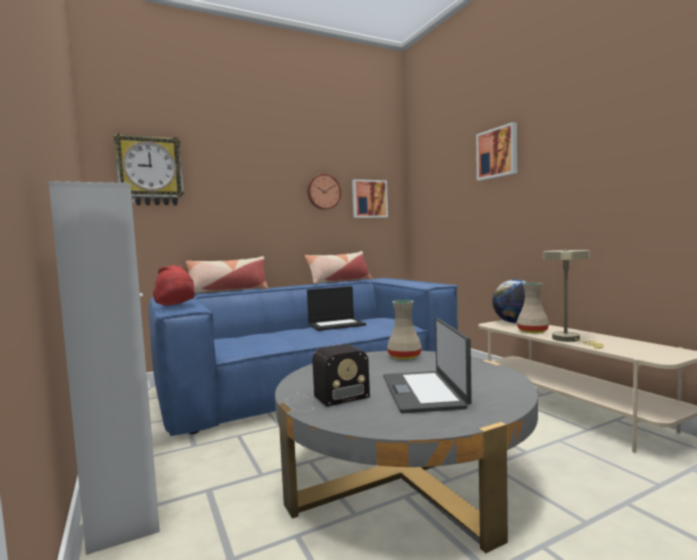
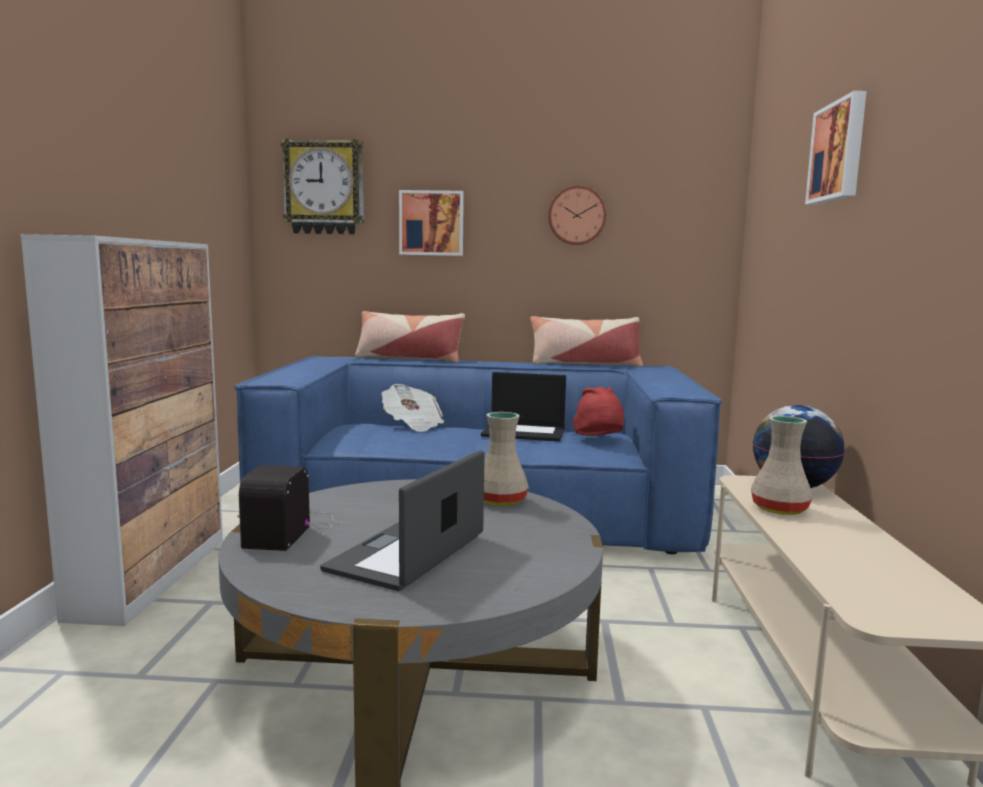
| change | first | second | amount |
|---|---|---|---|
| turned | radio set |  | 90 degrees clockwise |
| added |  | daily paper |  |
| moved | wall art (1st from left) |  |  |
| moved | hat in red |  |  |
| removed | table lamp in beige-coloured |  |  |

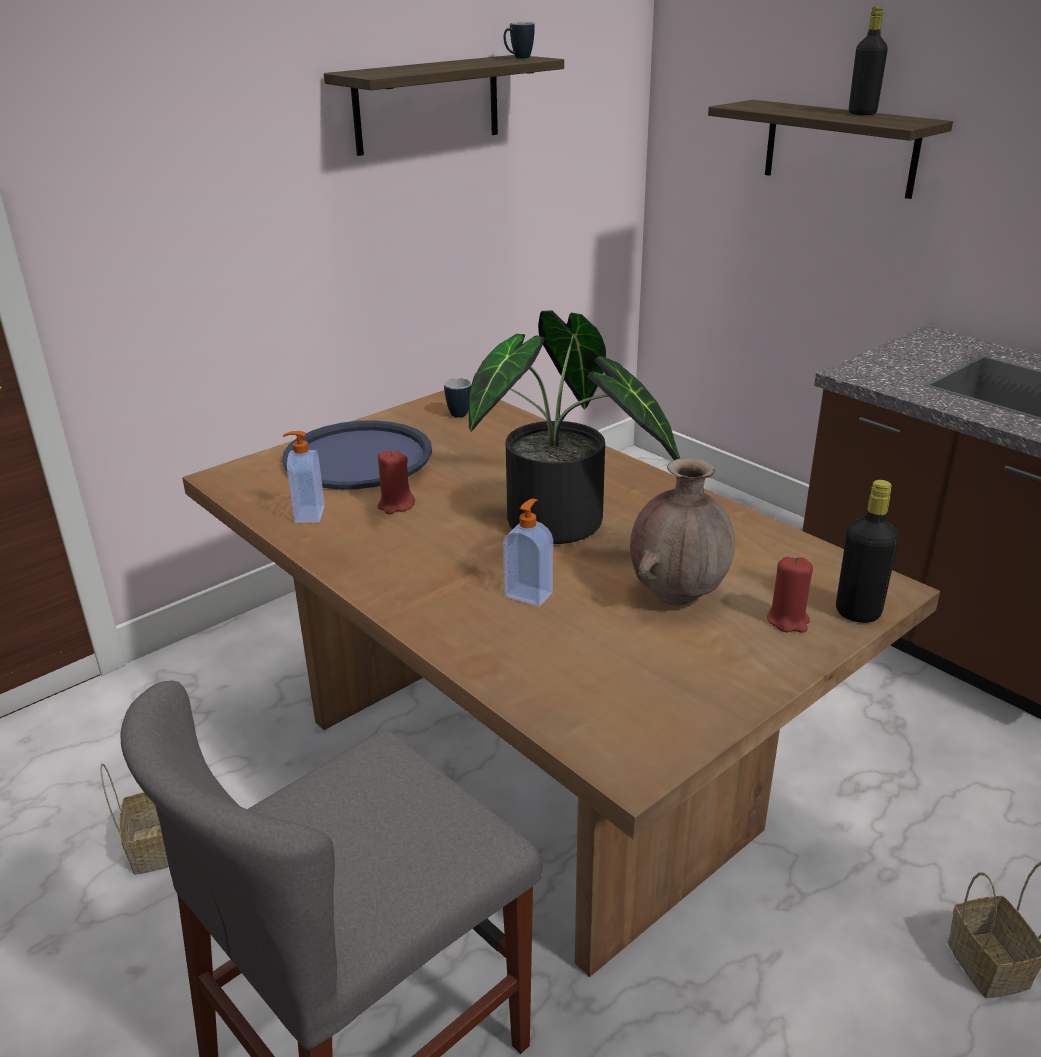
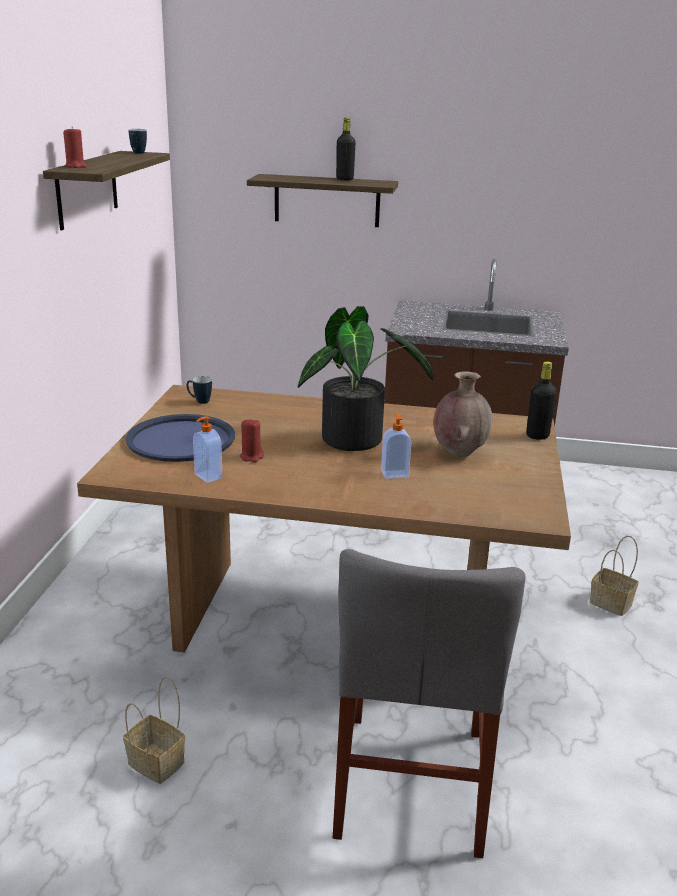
| change | first | second | amount |
|---|---|---|---|
| moved | candle in red (2nd from left in the first image) | candle in red (1st from left) |  |

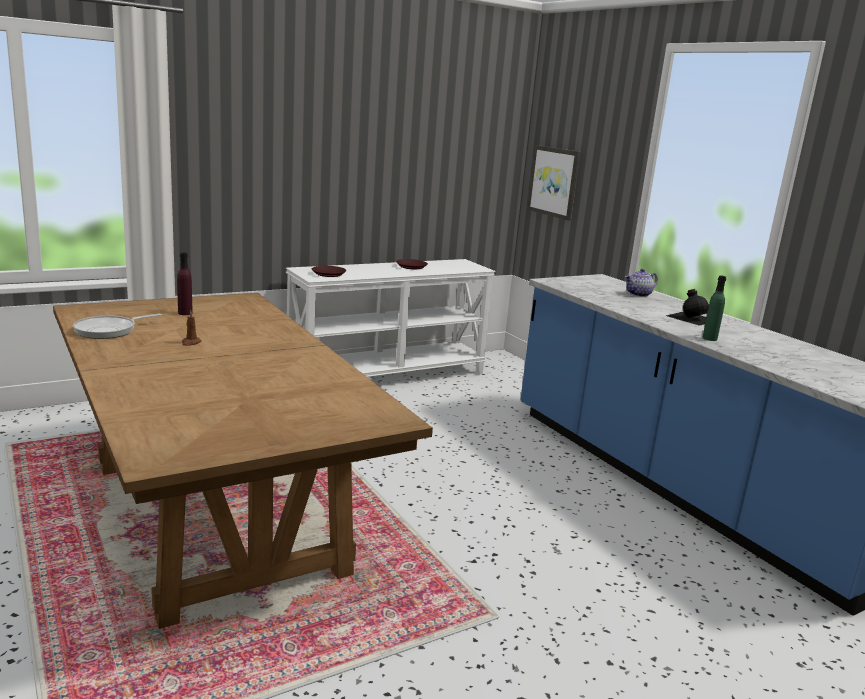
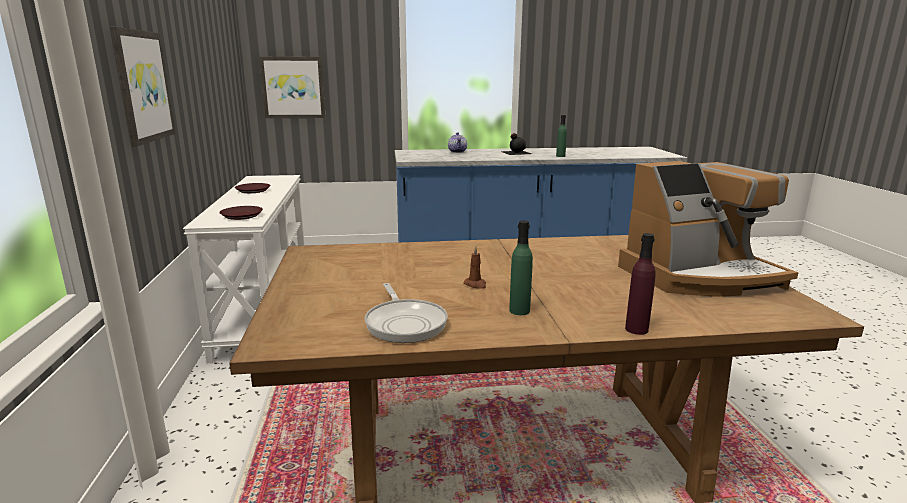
| change | first | second | amount |
|---|---|---|---|
| added |  | wall art (1st from left) |  |
| added |  | beverage bottle in greenish (1st from left) |  |
| added |  | coffee maker |  |
| moved | beverage bottle in purplish |  |  |

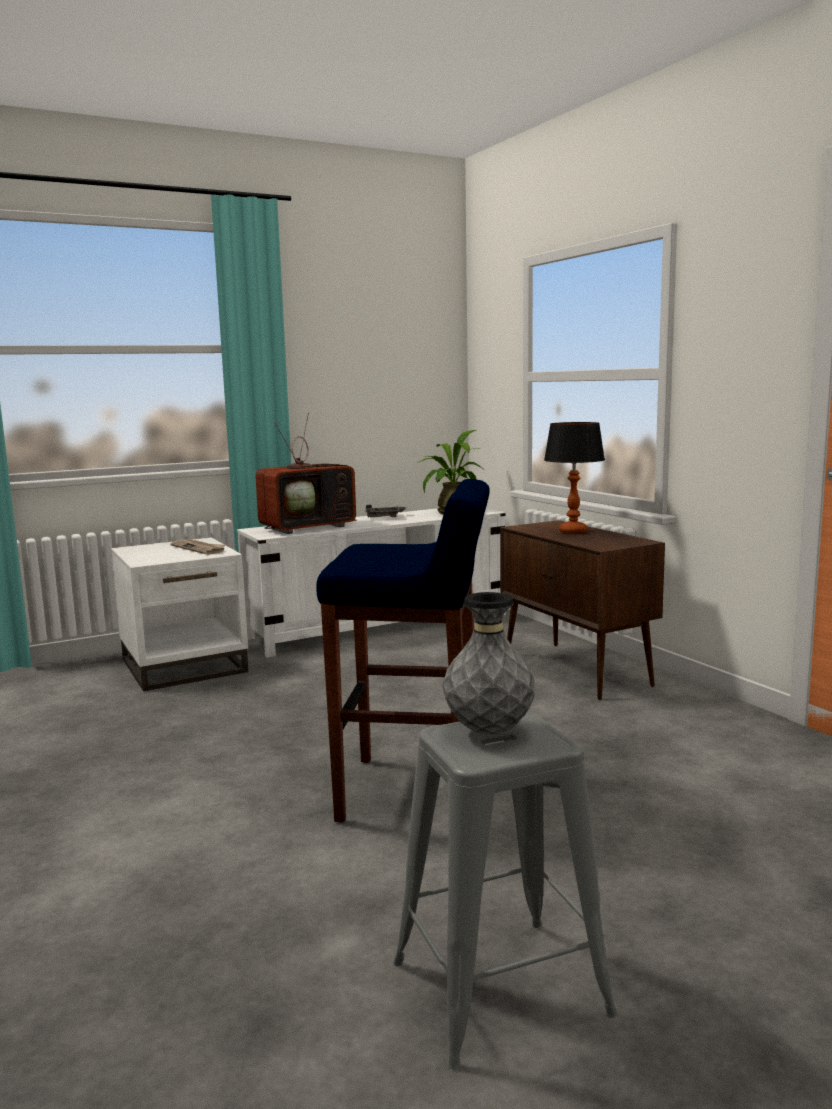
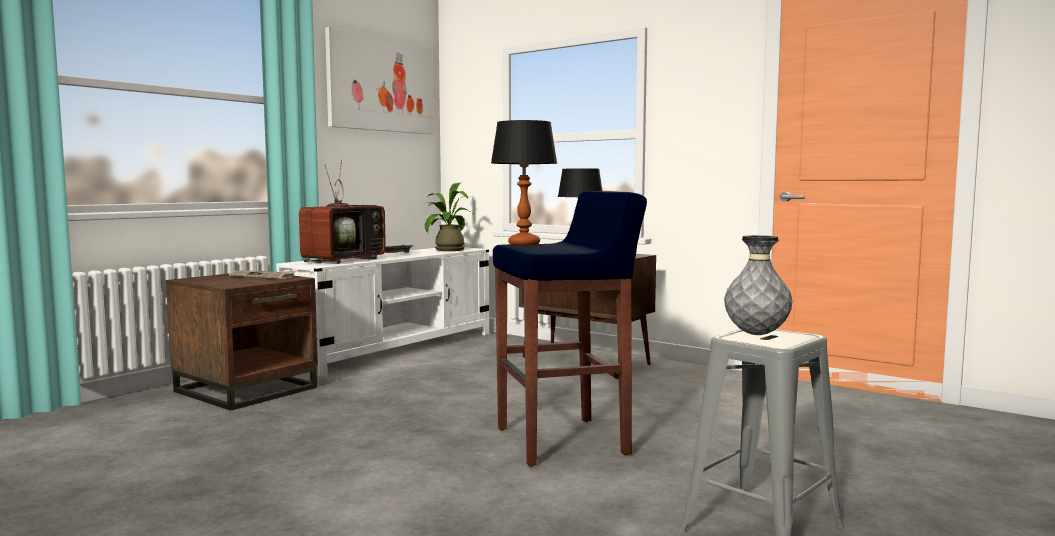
| change | first | second | amount |
|---|---|---|---|
| recoloured | side table in white | side table in brown |  |
| added |  | wall art |  |
| added |  | table lamp (1st from left) |  |

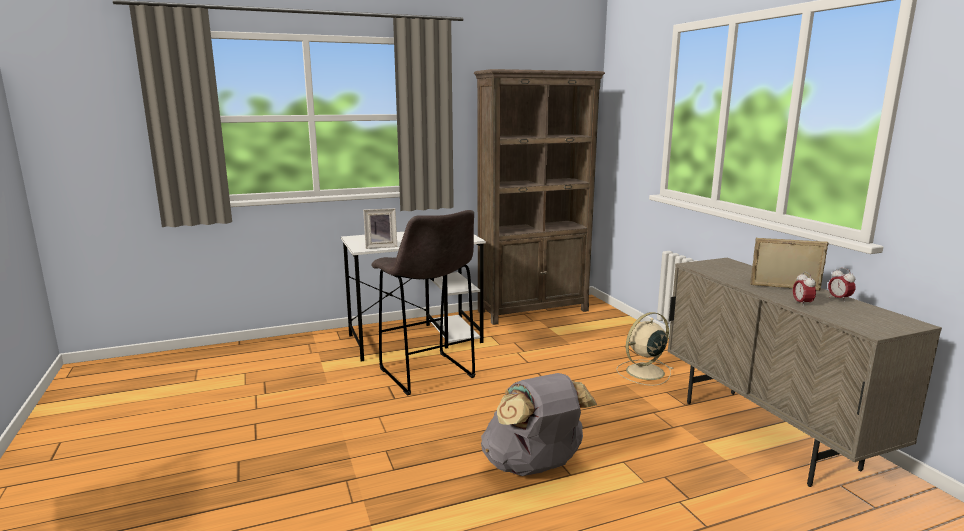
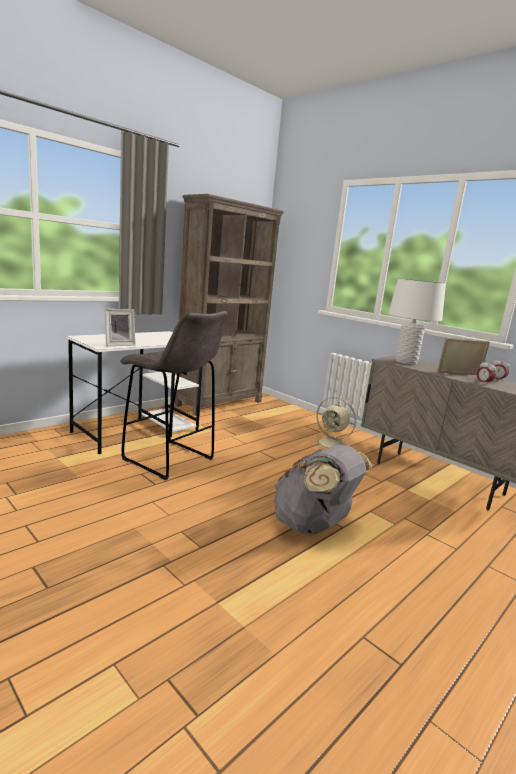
| change | first | second | amount |
|---|---|---|---|
| turned | fan in beige-coloured |  | 90 degrees counterclockwise |
| added |  | table lamp in white |  |

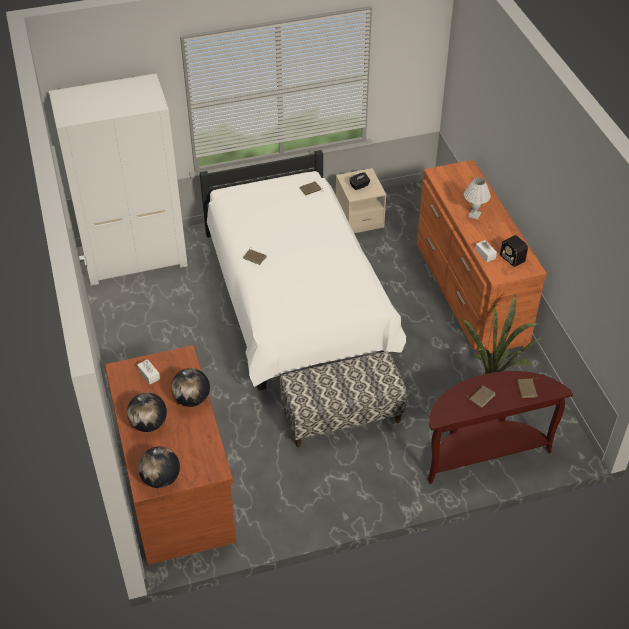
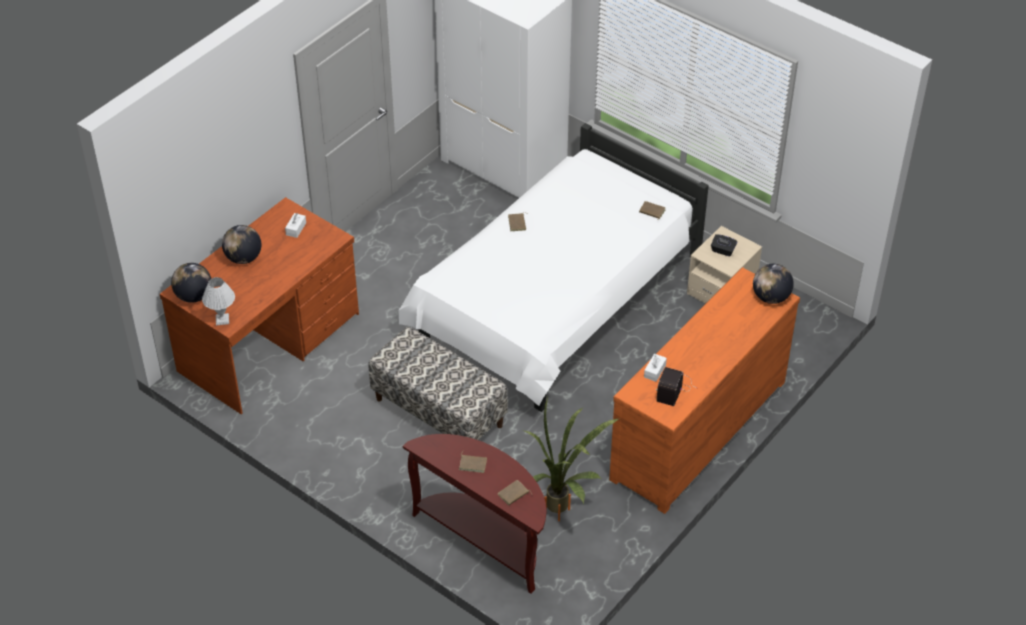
| change | first | second | amount |
|---|---|---|---|
| moved | table lamp in white |  |  |
| moved | globe (3rd from left) |  |  |

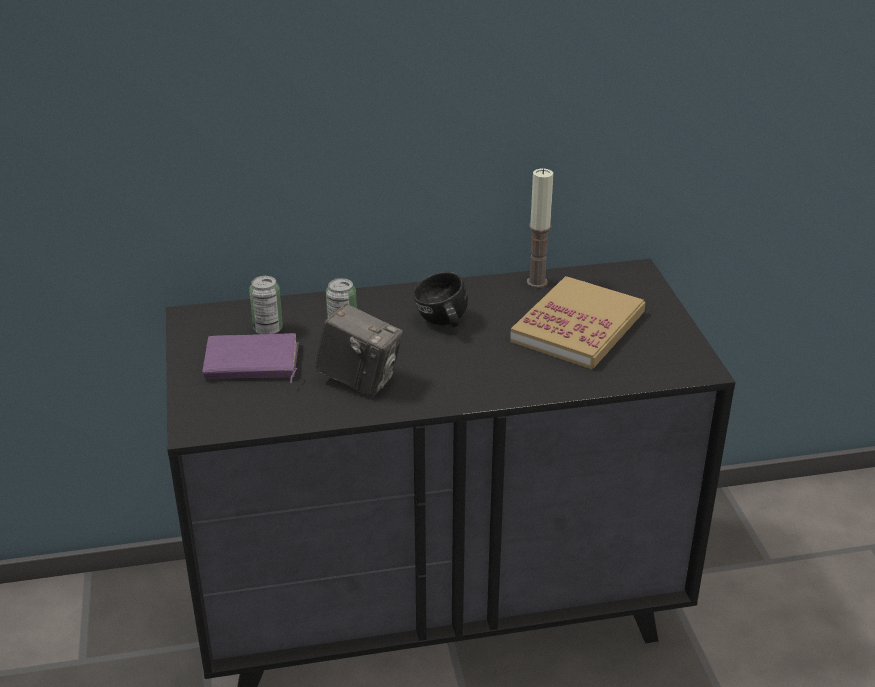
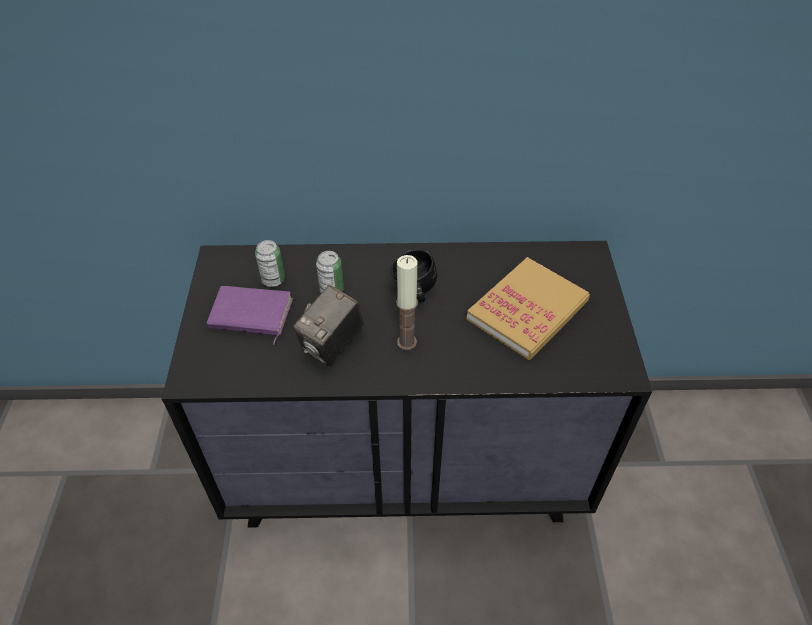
| change | first | second | amount |
|---|---|---|---|
| turned | photo camera |  | 90 degrees clockwise |
| moved | candle |  |  |

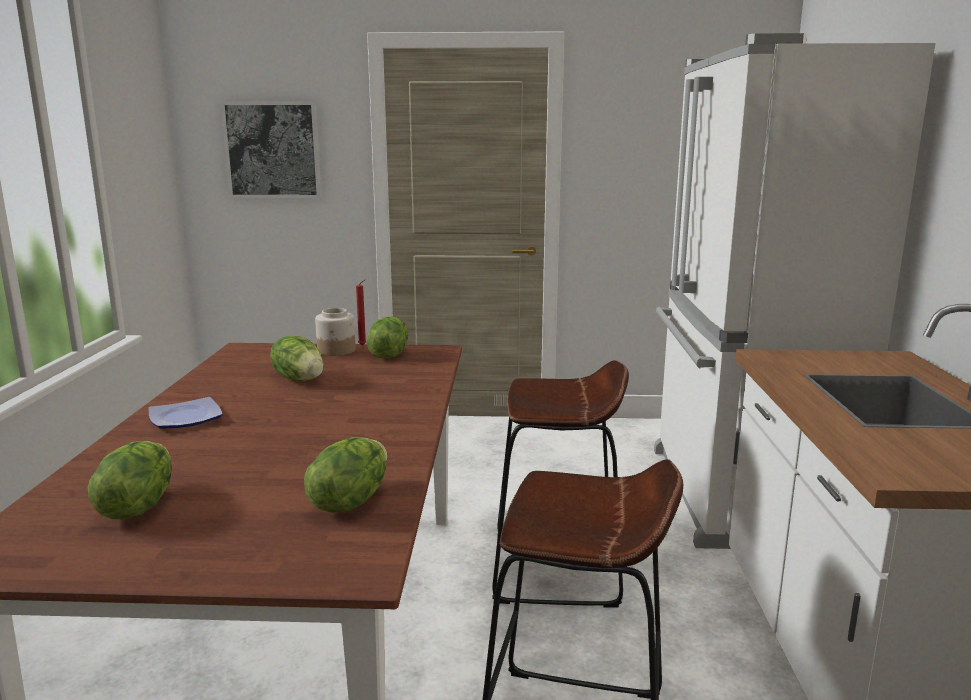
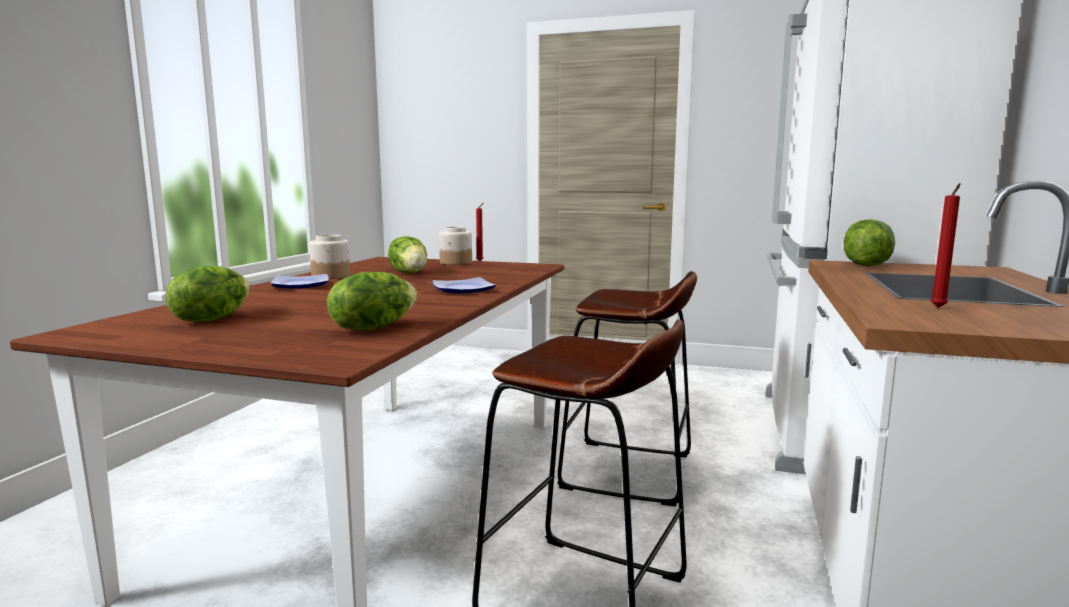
| change | first | second | amount |
|---|---|---|---|
| added |  | preserve jar (1st from left) |  |
| added |  | flat dish (2nd from left) |  |
| moved | lettuce head (4th from left) |  |  |
| added |  | candle in red (2nd from left) |  |
| removed | wall art |  |  |

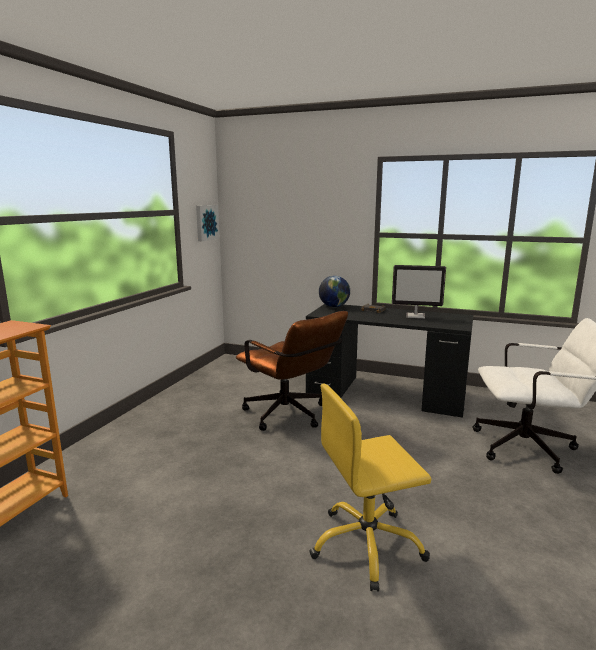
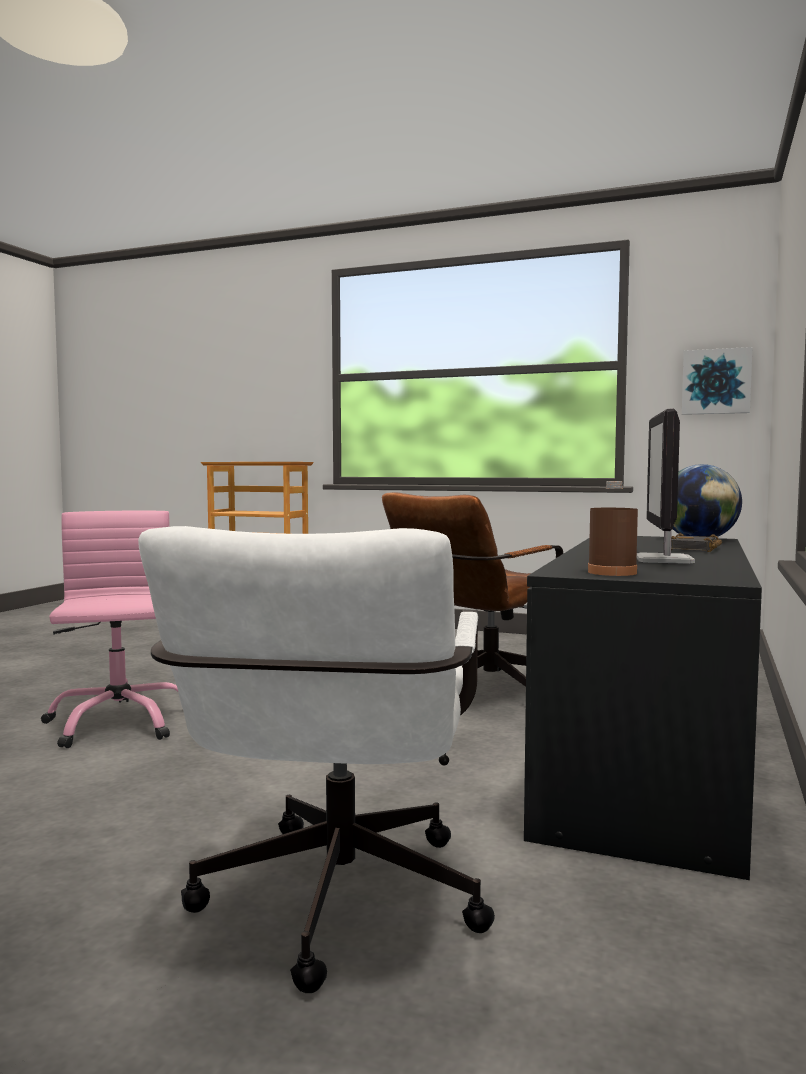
| change | first | second | amount |
|---|---|---|---|
| recoloured | desk chair in yellow | desk chair in pink-coloured |  |
| added |  | beverage bottle in brown |  |

